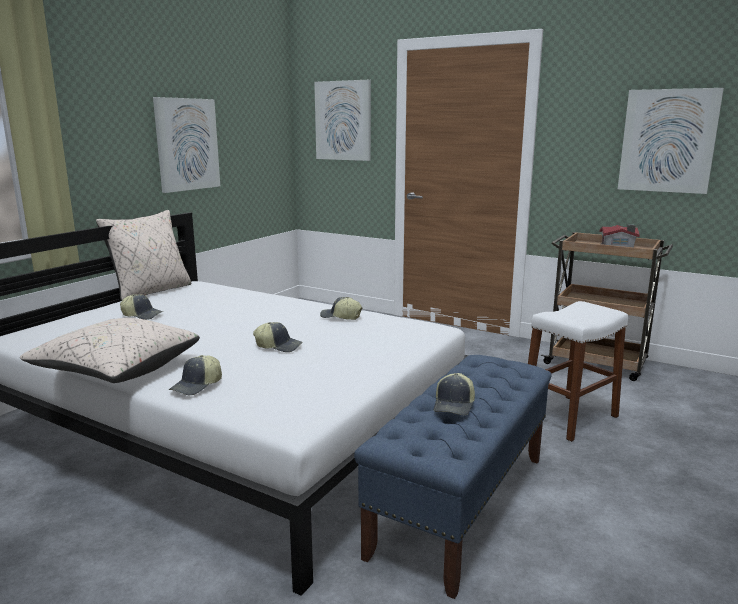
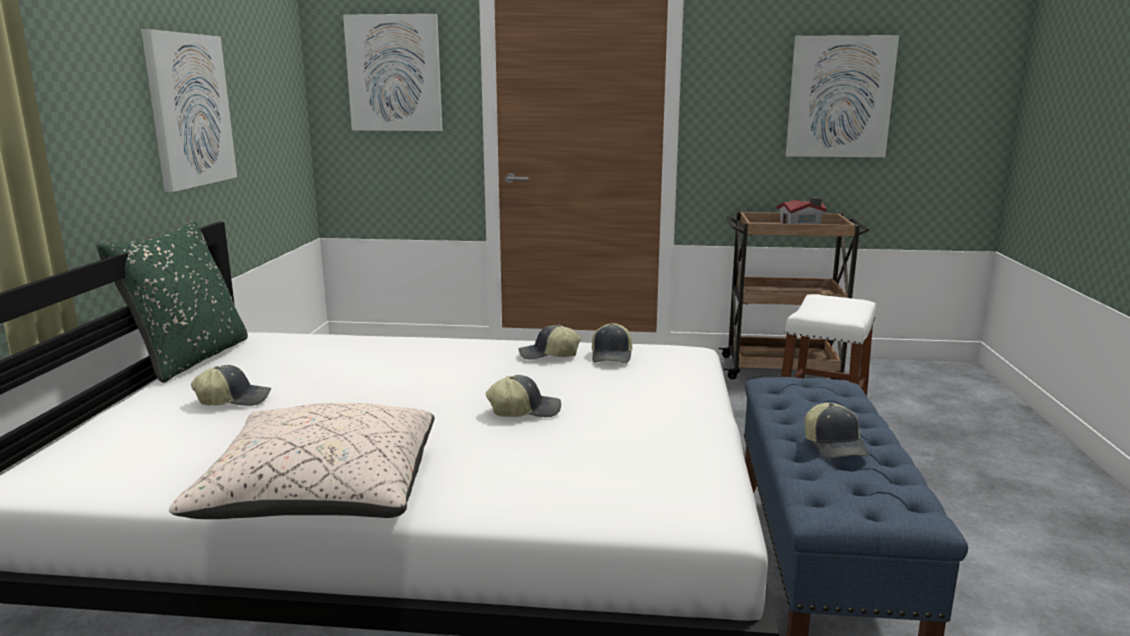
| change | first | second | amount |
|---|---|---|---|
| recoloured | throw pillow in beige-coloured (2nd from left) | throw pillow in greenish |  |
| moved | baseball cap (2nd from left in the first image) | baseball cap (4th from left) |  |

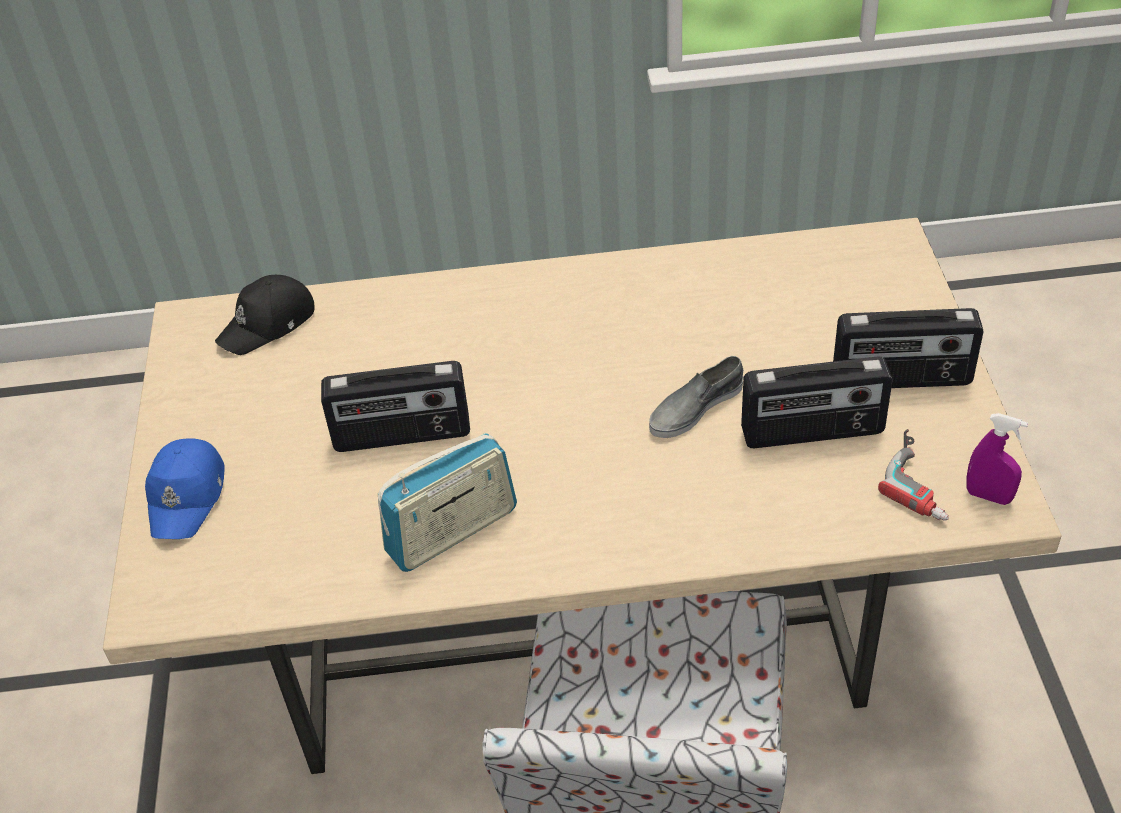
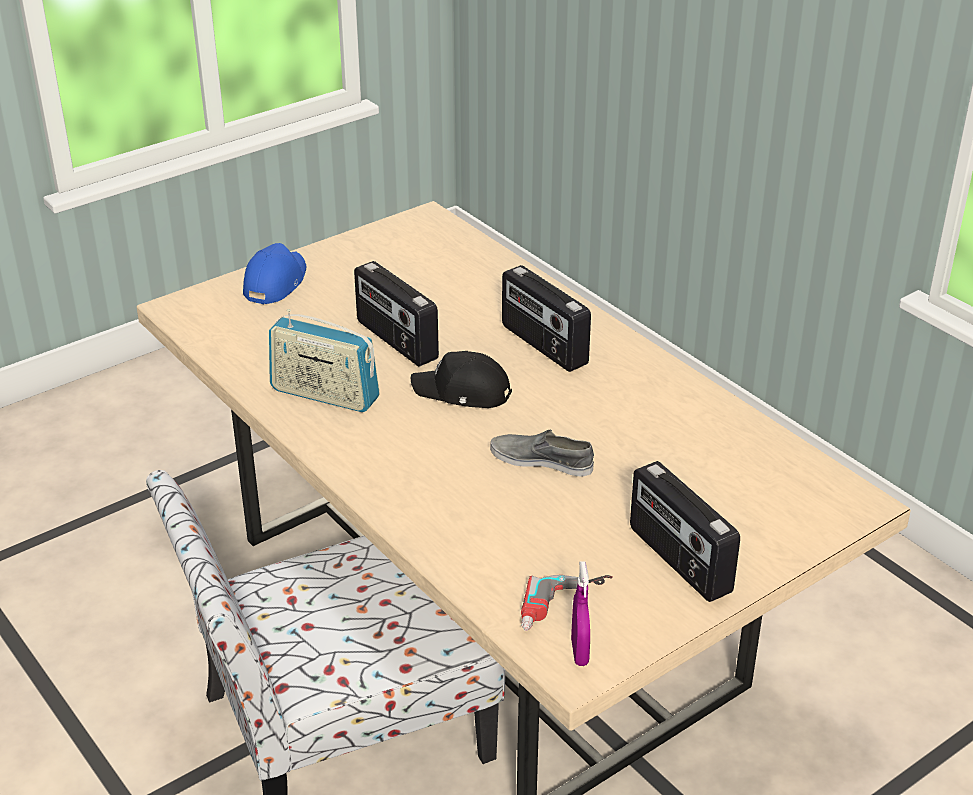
| change | first | second | amount |
|---|---|---|---|
| turned | baseball cap in blue |  | 135 degrees clockwise |
| moved | baseball cap in black-coloured |  |  |
| moved | radio set (3rd from left) |  |  |

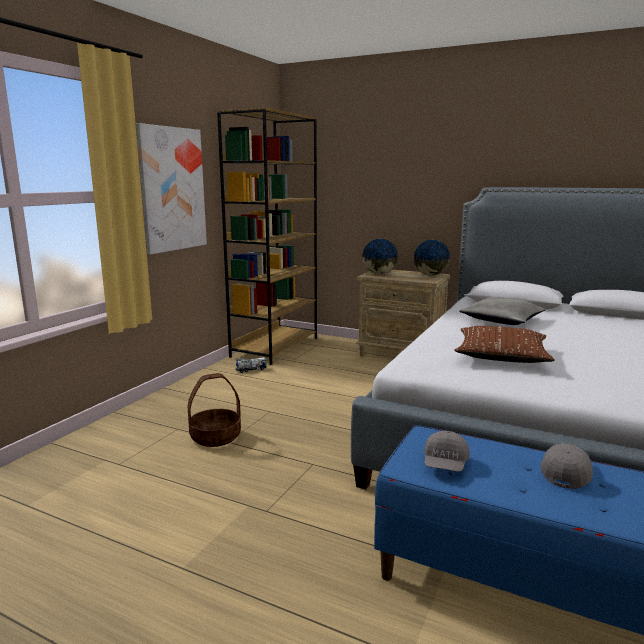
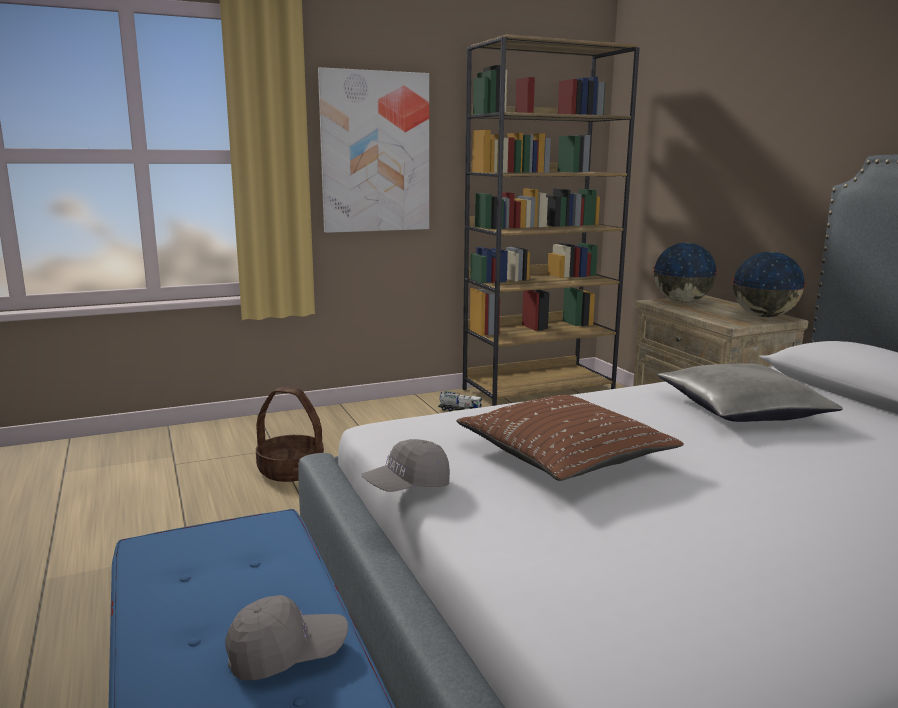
| change | first | second | amount |
|---|---|---|---|
| moved | baseball cap in grey (1st from left in the first image) | baseball cap in grey (2nd from left) |  |

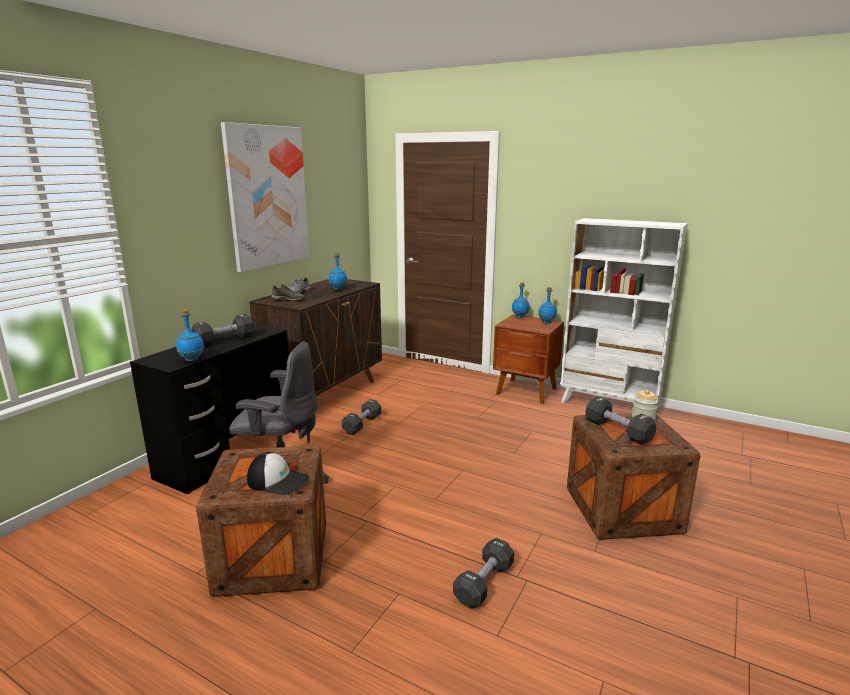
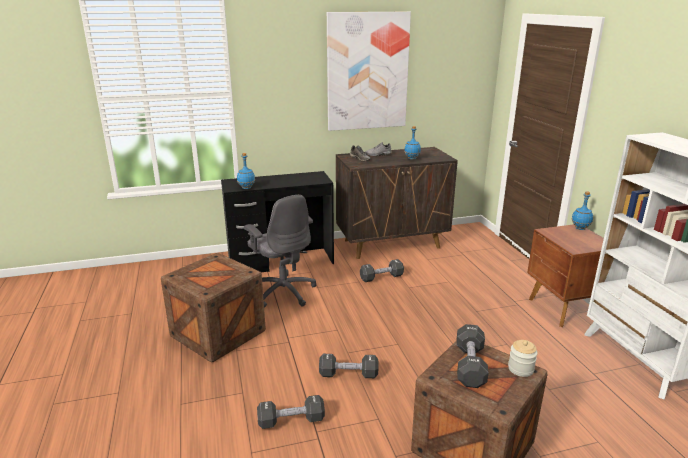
| change | first | second | amount |
|---|---|---|---|
| moved | hand weight in black-coloured (1st from left in the first image) | hand weight in black-coloured (2nd from left) |  |
| removed | baseball cap |  |  |
| removed | beverage bottle in blue (4th from left) |  |  |

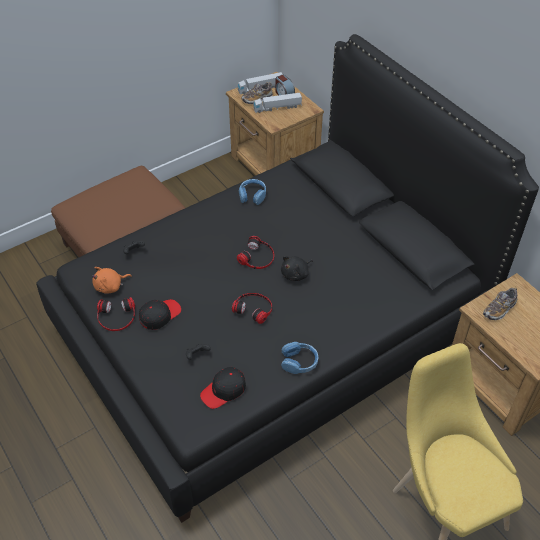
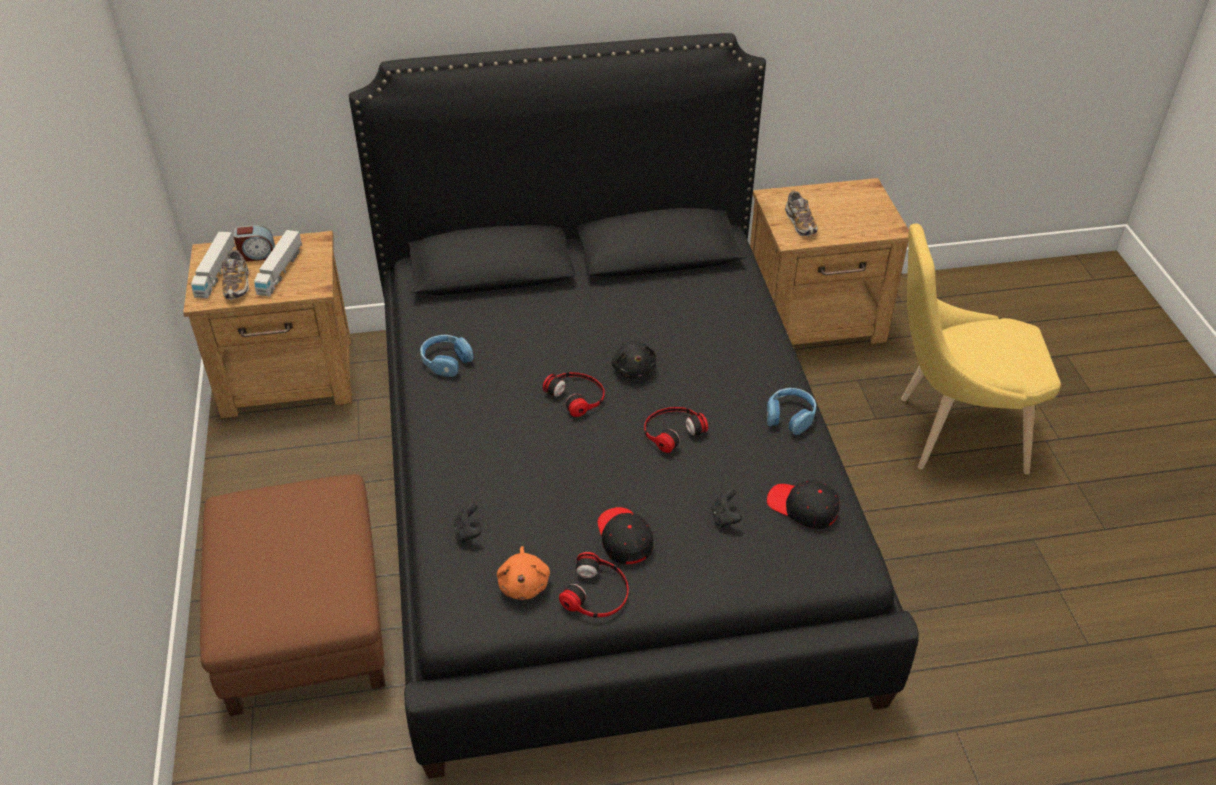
| change | first | second | amount |
|---|---|---|---|
| turned | baseball cap in black-coloured (2nd from left) |  | 135 degrees clockwise |

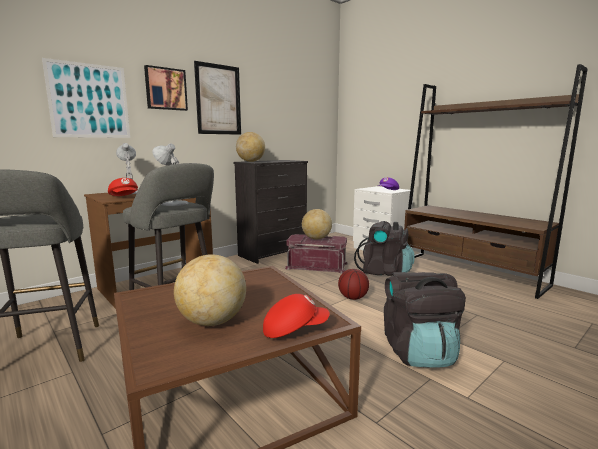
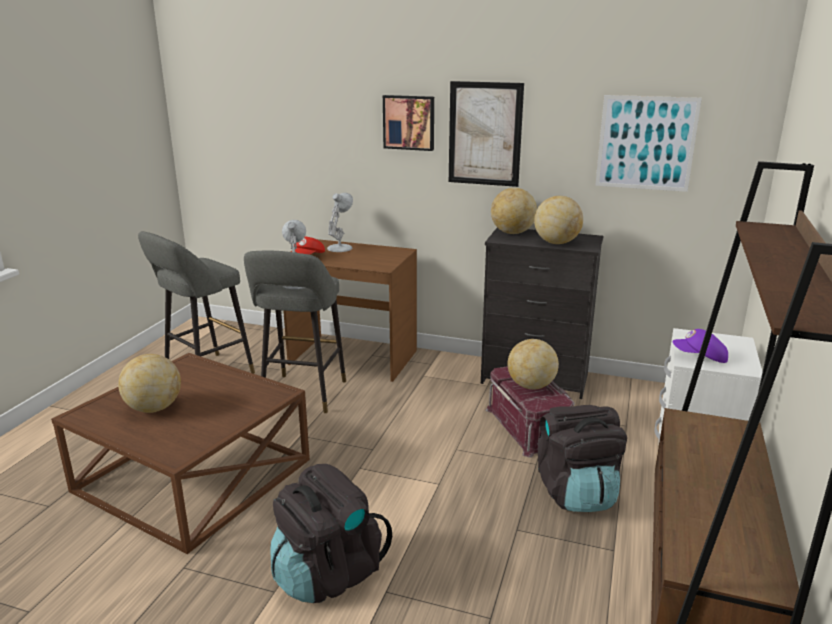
| change | first | second | amount |
|---|---|---|---|
| added |  | globe (4th from left) |  |
| moved | wall art (1st from left in the first image) | wall art (3rd from left) |  |
| removed | baseball cap in red (2nd from left) |  |  |
| removed | basketball ball |  |  |

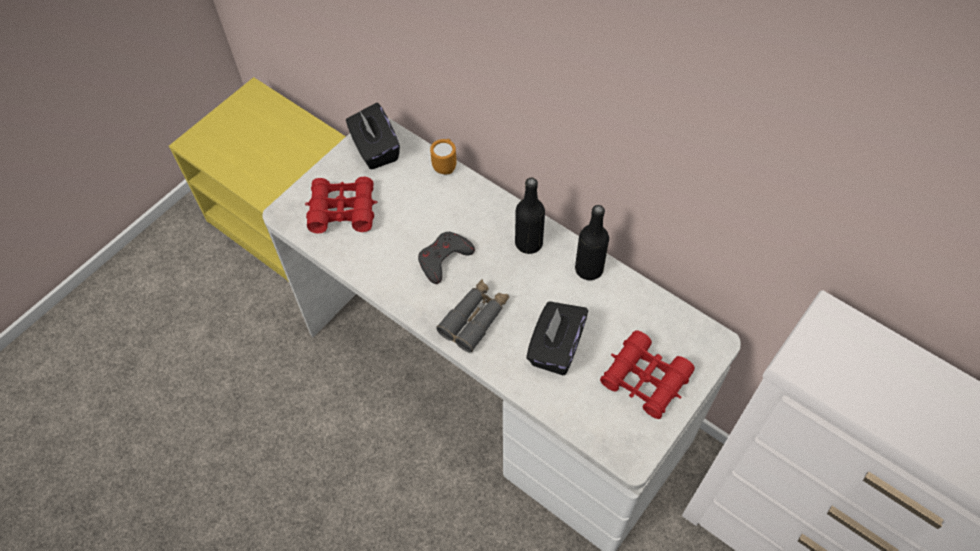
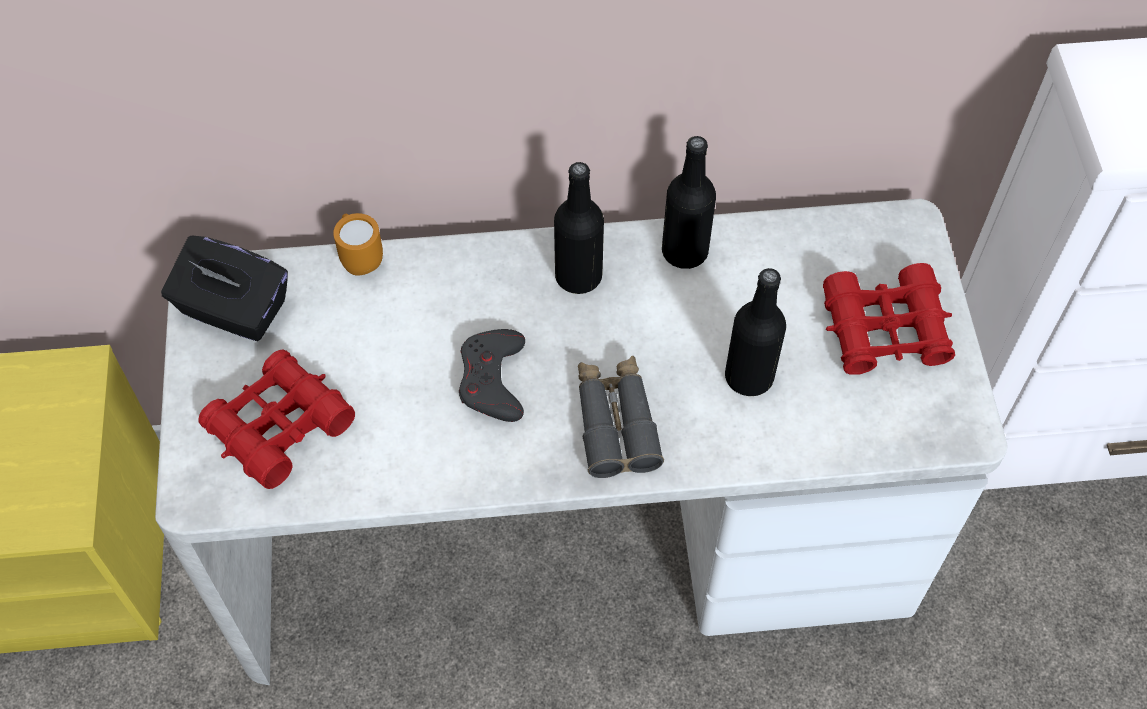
| change | first | second | amount |
|---|---|---|---|
| replaced | box of tissues in black-coloured (2nd from left) | beverage bottle in black-coloured (3rd from left) |  |

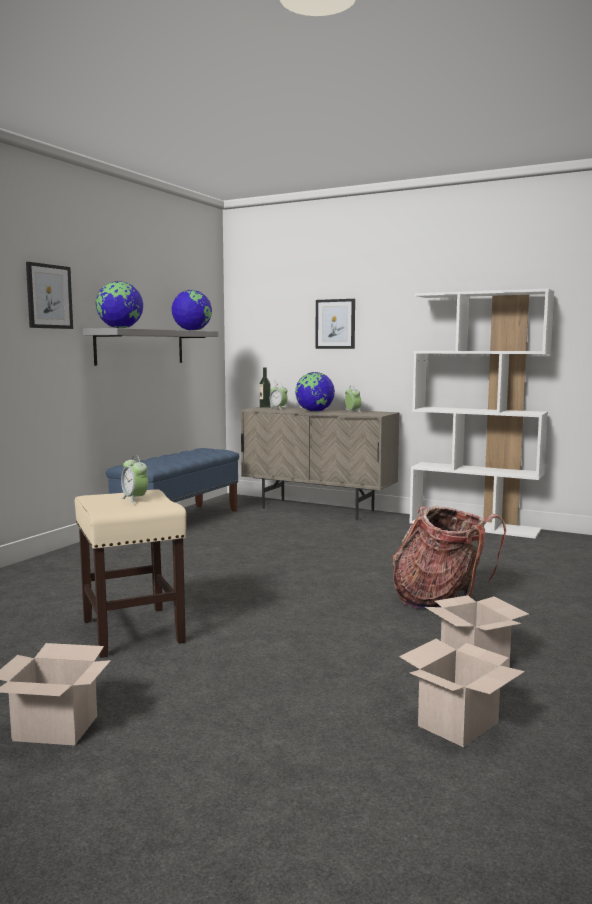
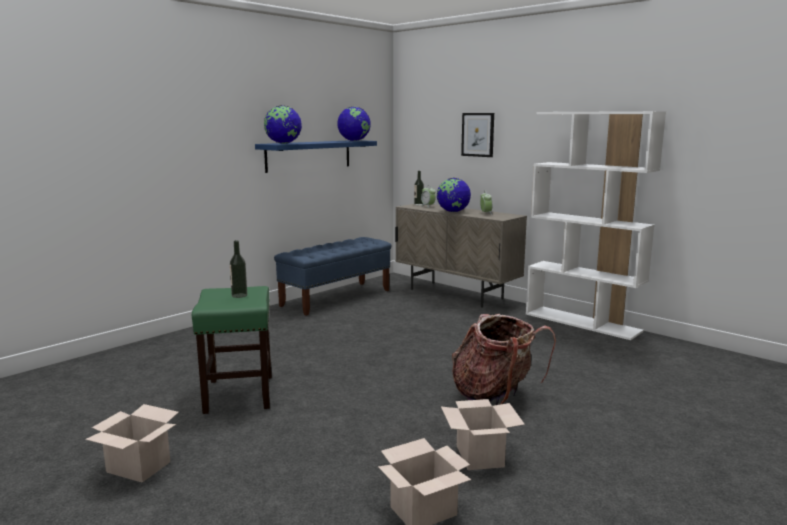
| change | first | second | amount |
|---|---|---|---|
| recoloured | stool in beige-coloured | stool in greenish |  |
| replaced | table clock (1st from left) | beverage bottle (1st from left) |  |
| recoloured | wall shelf in grey | wall shelf in blue |  |
| removed | wall art (1st from left) |  |  |

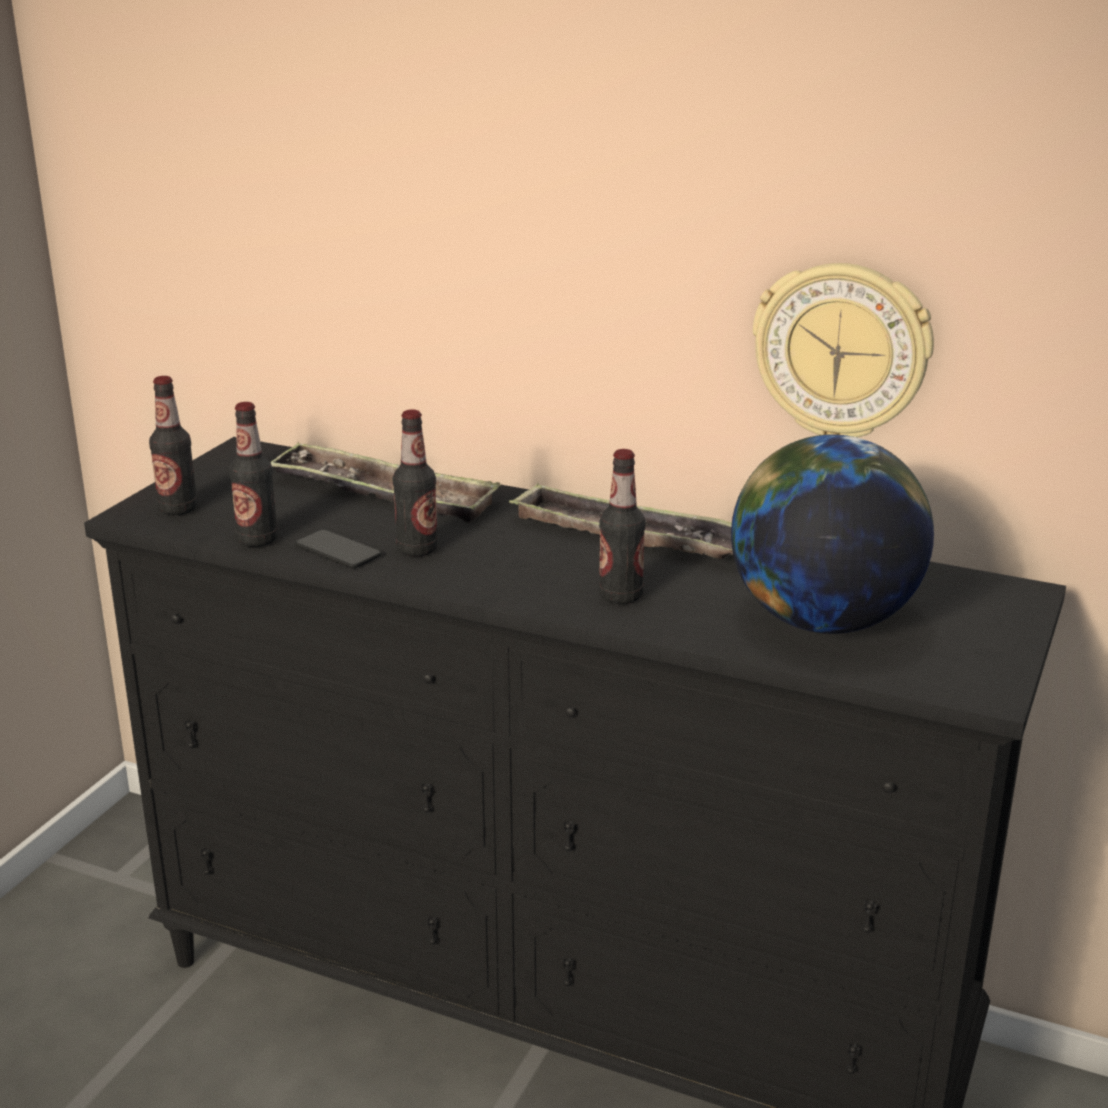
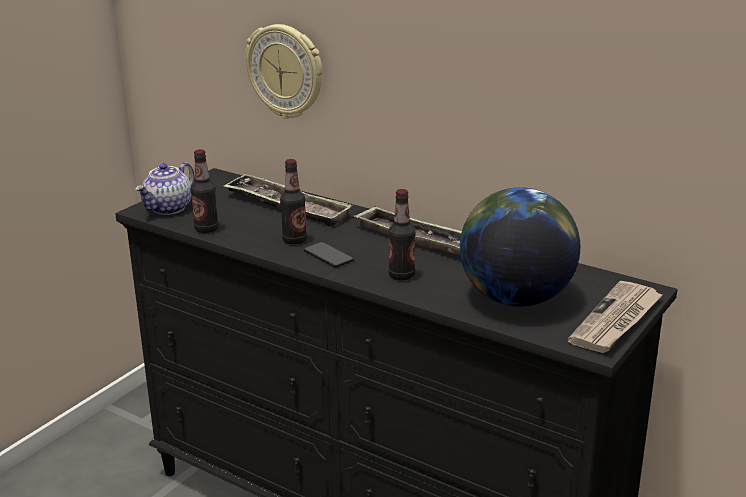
| change | first | second | amount |
|---|---|---|---|
| replaced | beverage bottle (1st from left) | pot for tea |  |
| moved | clock on the wall |  |  |
| moved | handset |  |  |
| added |  | daily paper |  |

